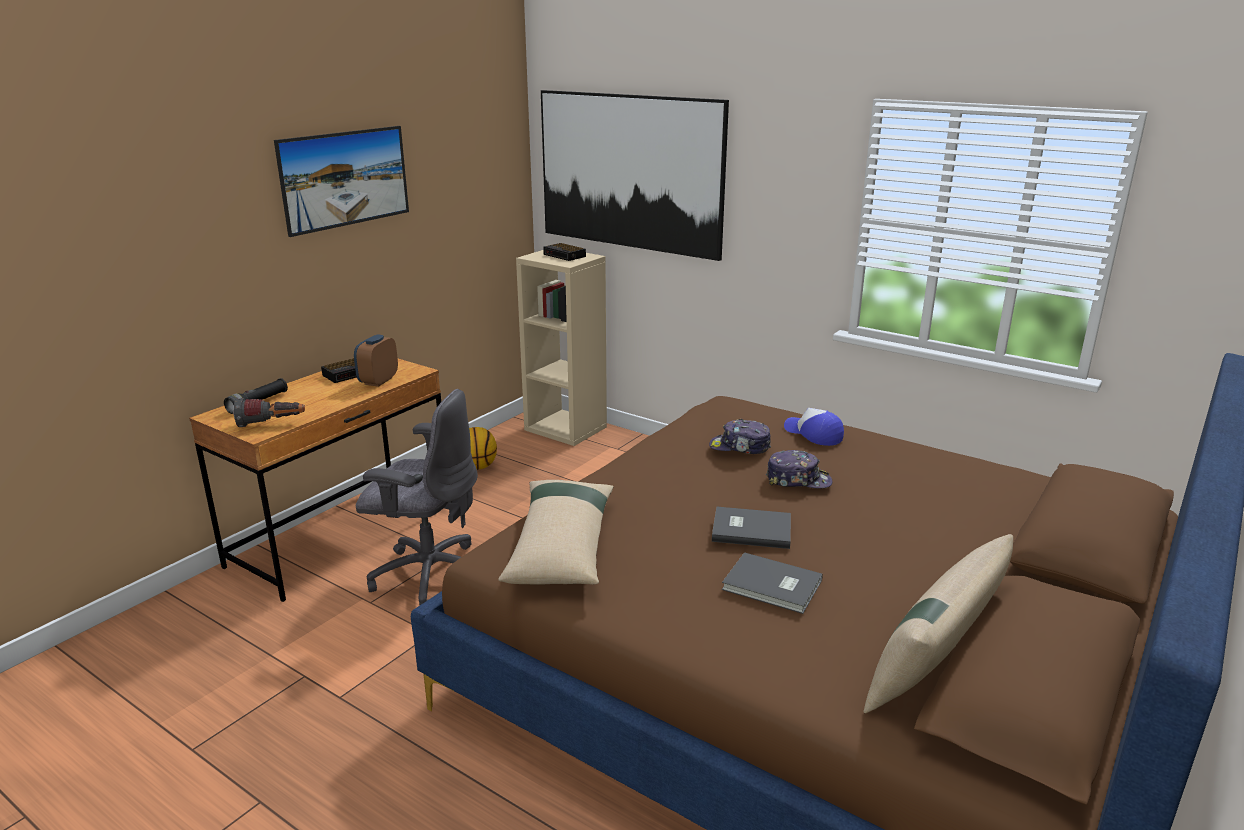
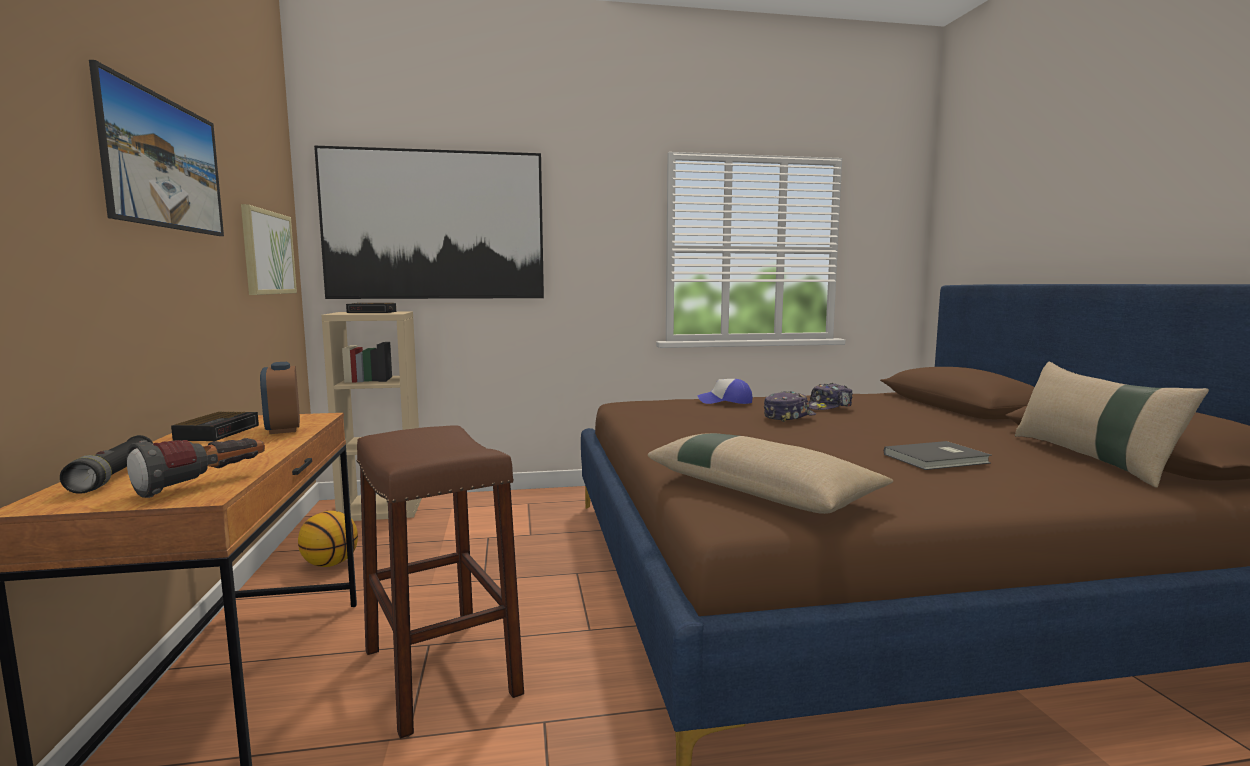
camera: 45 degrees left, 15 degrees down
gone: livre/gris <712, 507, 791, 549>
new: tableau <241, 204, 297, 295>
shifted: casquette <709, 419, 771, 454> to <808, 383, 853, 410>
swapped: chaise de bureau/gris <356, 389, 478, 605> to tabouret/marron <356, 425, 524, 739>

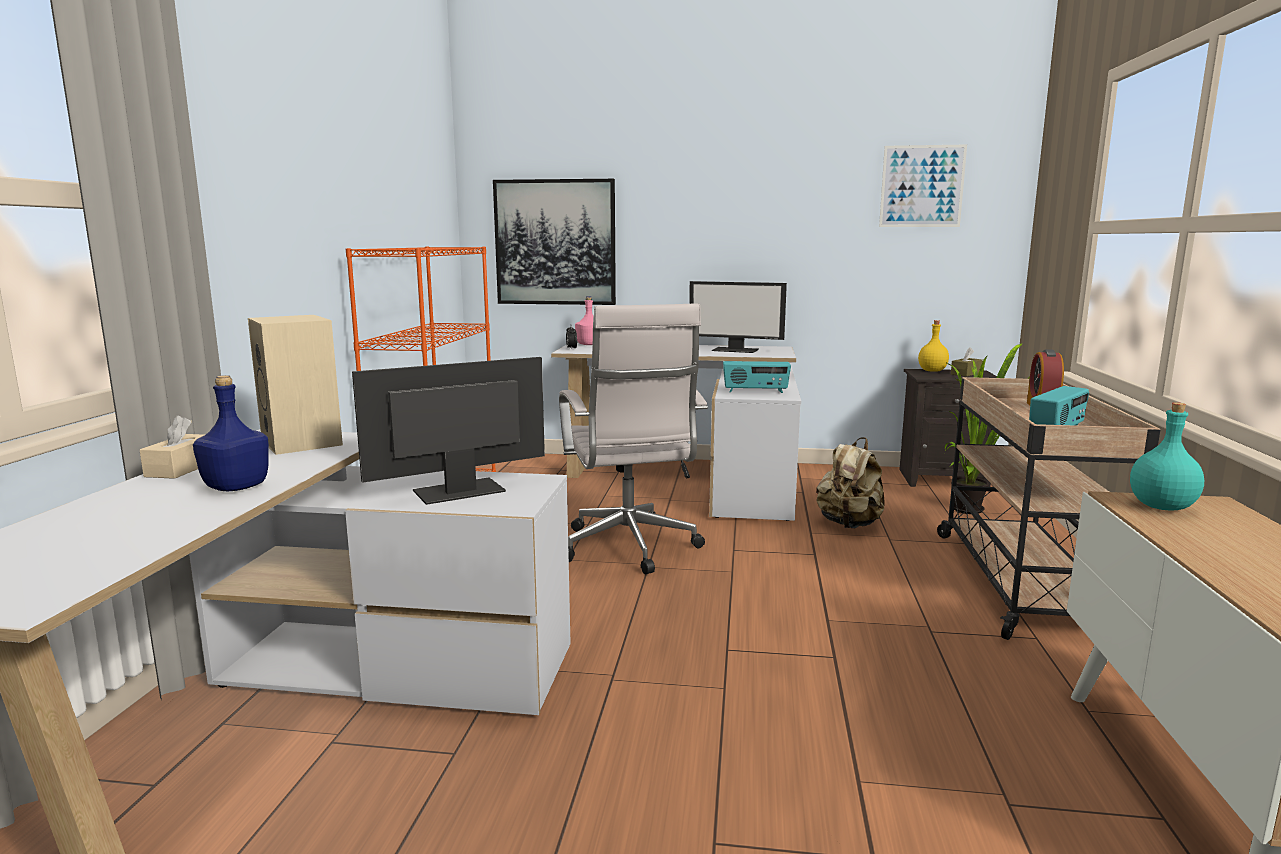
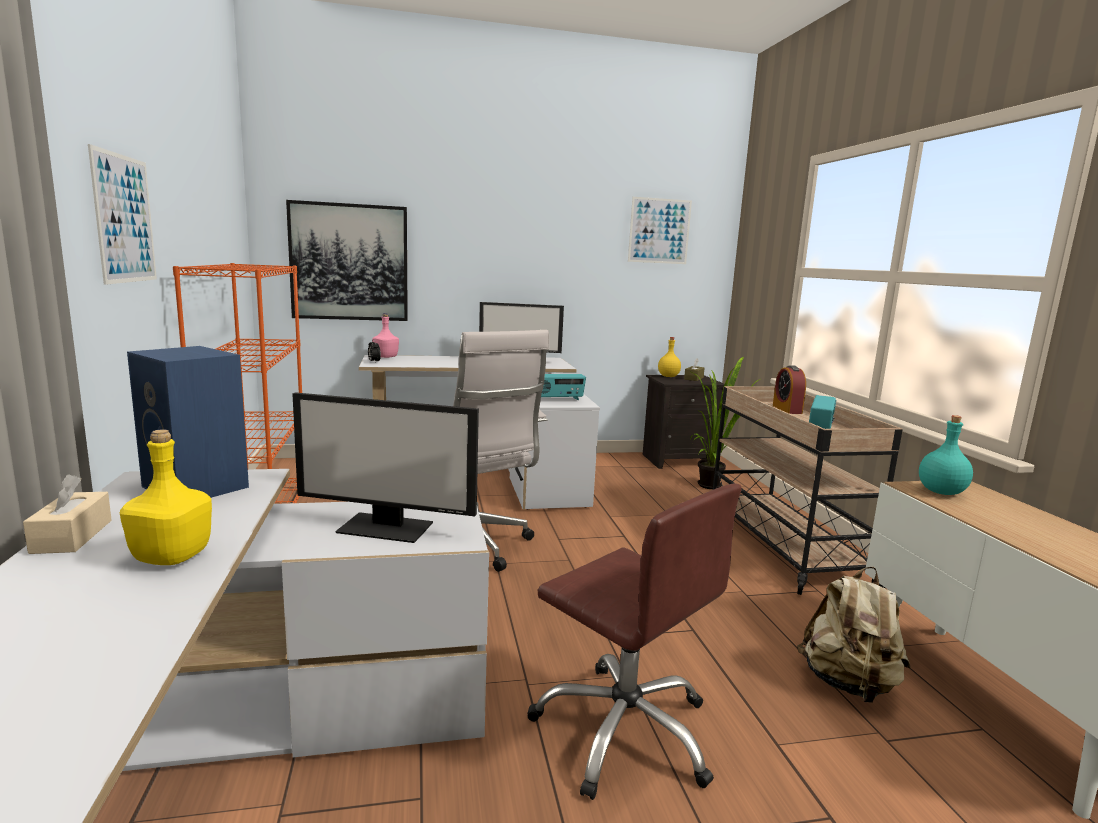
camera: 20 degrees left, 0 degrees up
new: tableau <88, 144, 157, 285>; chaise de bureau/marron <527, 483, 742, 800>
shifted: sac à dos/beige <816, 437, 885, 528> to <797, 567, 911, 703>
repainted: bouteille/bleu <193, 375, 269, 491> to bouteille/jaune <120, 429, 212, 565>; enceinte/beige <248, 315, 343, 455> to enceinte/bleu <127, 346, 249, 498>
rotated: écran d'ordinateur <352, 357, 545, 505> = <292, 392, 479, 543> 120 degrees counterclockwise

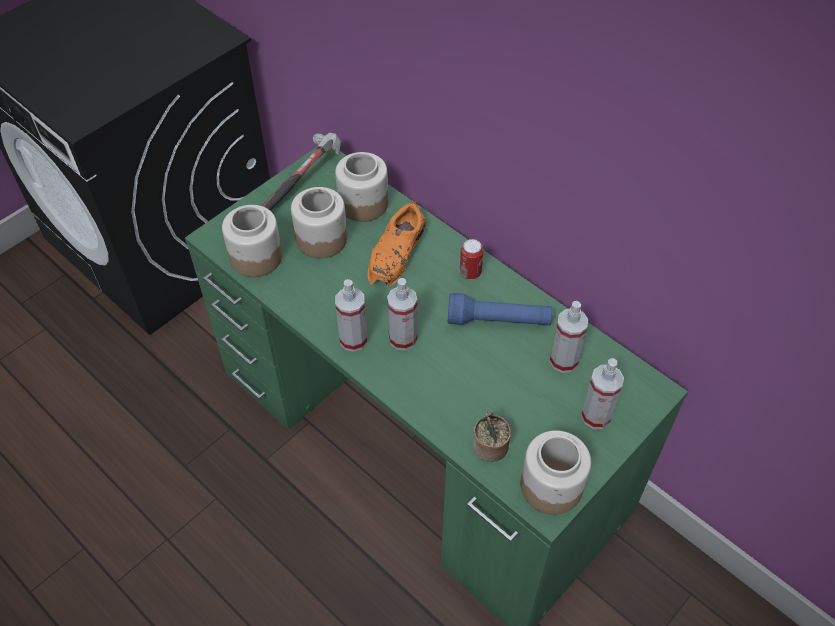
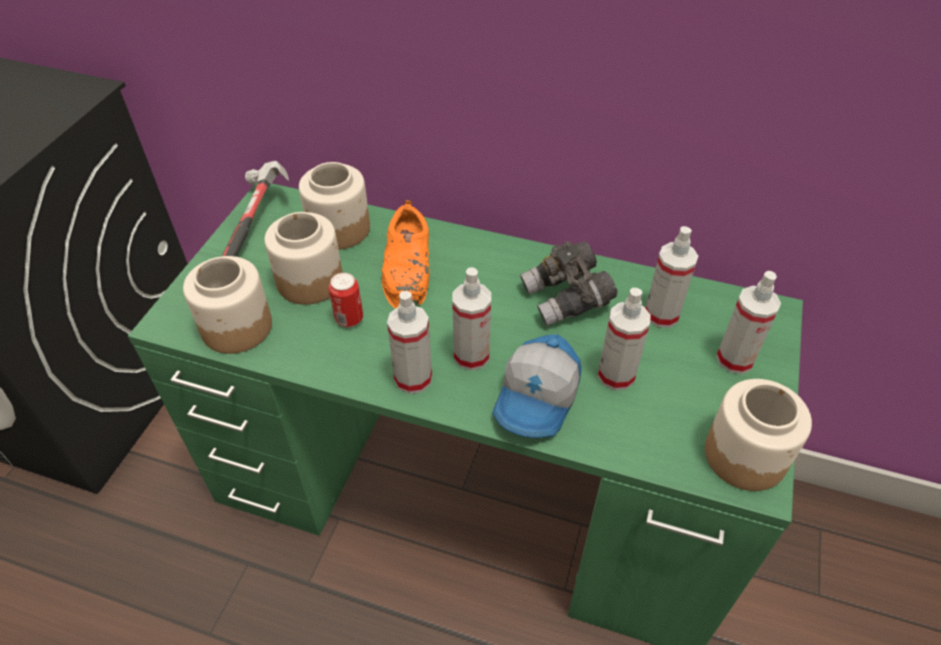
camera: 25 degrees left, 5 degrees down
gone: plante en pot <473, 411, 511, 462>
new: casquette <492, 334, 581, 438>; vaporisateur <598, 288, 651, 391>
shifted: boîte métallique <460, 239, 483, 280> to <328, 273, 363, 327>
swapped: lampe de poche/bleu <448, 293, 553, 325> to jumelles/gris <520, 241, 618, 326>

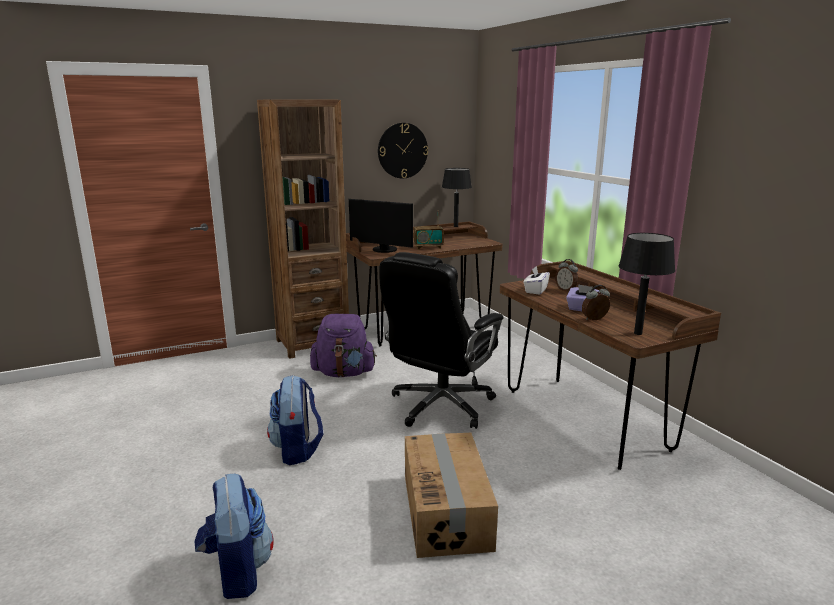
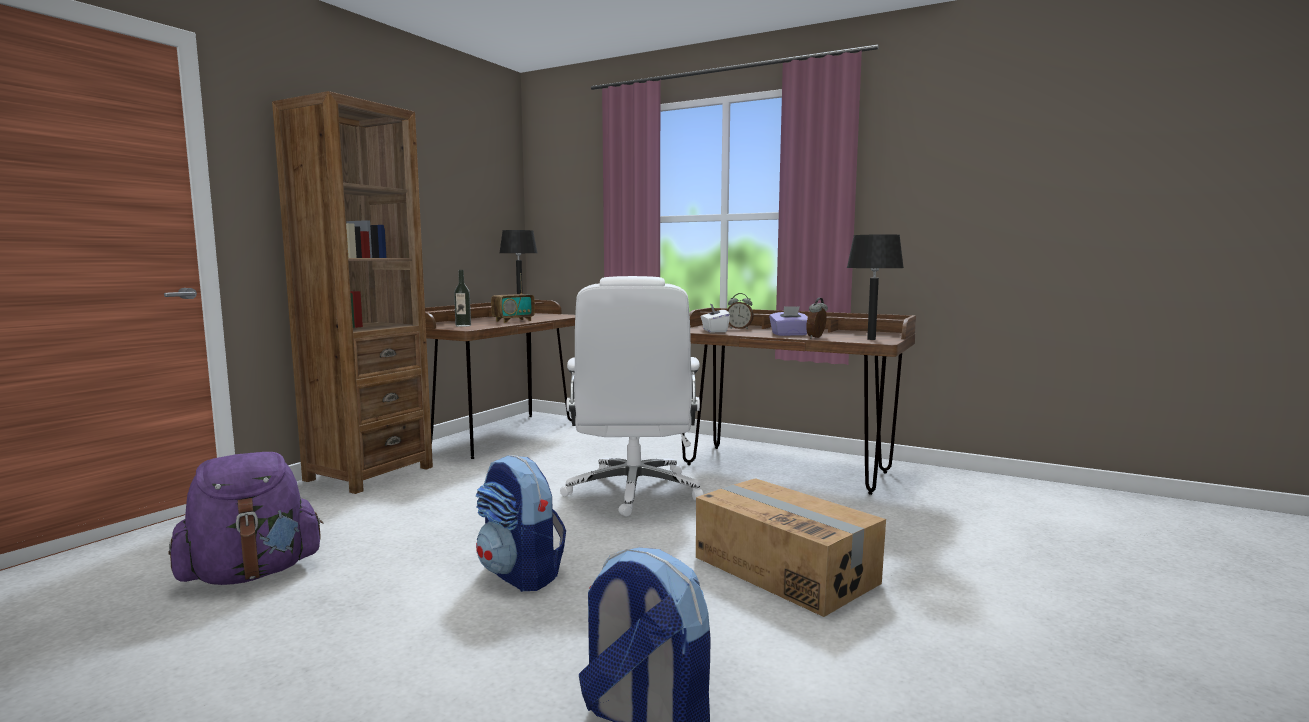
camera: 35 degrees left, 10 degrees down
gone: horloge murale <378, 123, 428, 179>
shifted: sac à dos/violet <310, 314, 377, 377> to <168, 452, 324, 585>
swapped: écran d'ordinateur <349, 199, 413, 253> to bouteille <454, 270, 471, 327>
repainted: chaise de bureau/noir <379, 252, 504, 429> to chaise de bureau/blanc <560, 276, 703, 517>

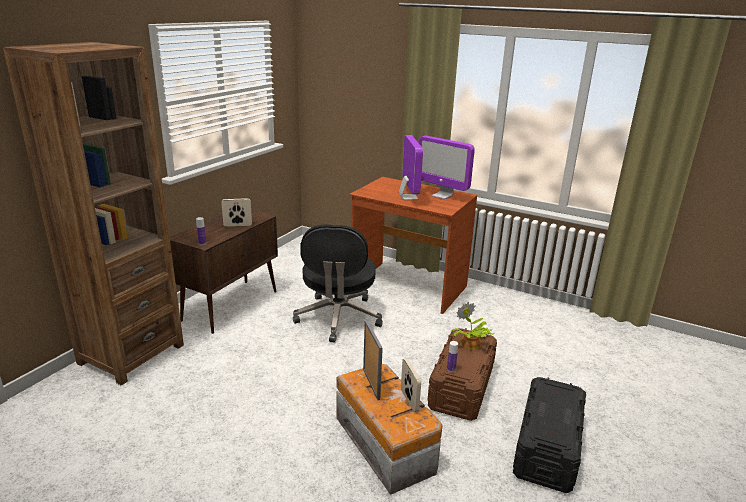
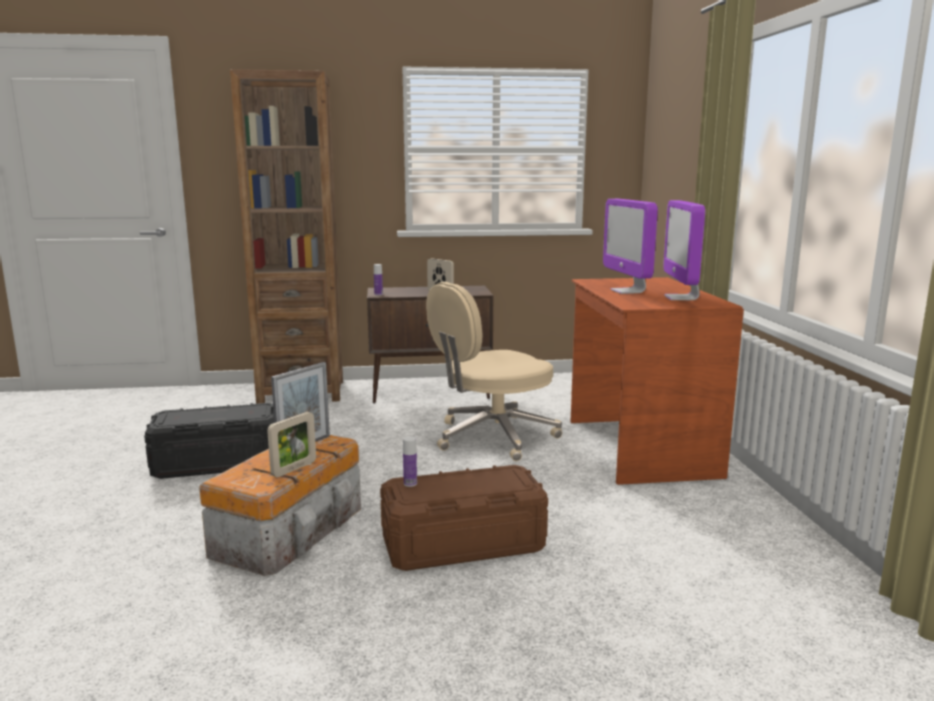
camera: 55 degrees right, 10 degrees down
gone: plante en pot <452, 302, 495, 349>
shifted: boîte de rangement/noir <513, 377, 586, 493> to <144, 403, 274, 479>
repainted: chaise de bureau/noir <293, 224, 383, 343> to chaise de bureau/beige <426, 282, 562, 461>
rotated: écran d'ordinateur <399, 135, 423, 200> = <603, 199, 658, 294> 120 degrees clockwise

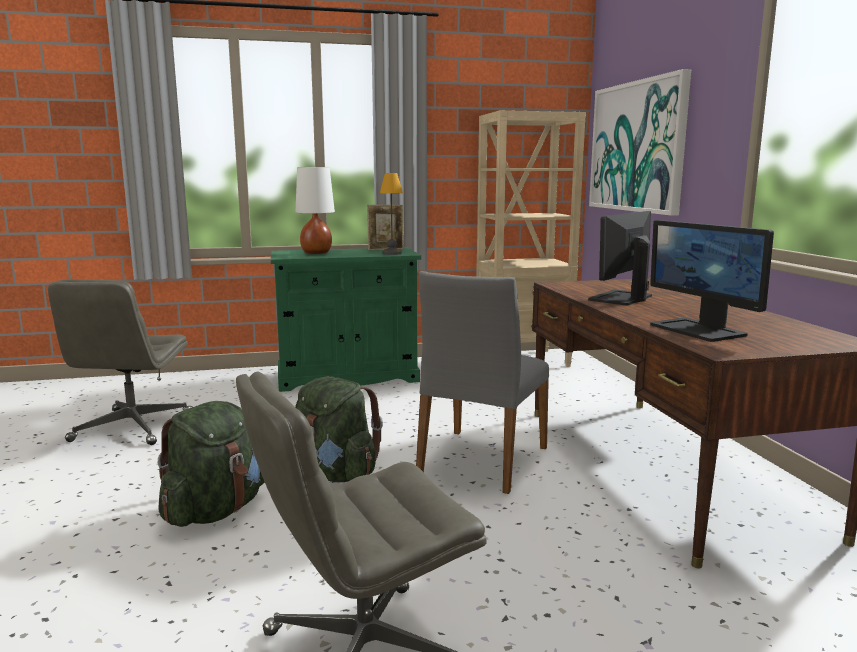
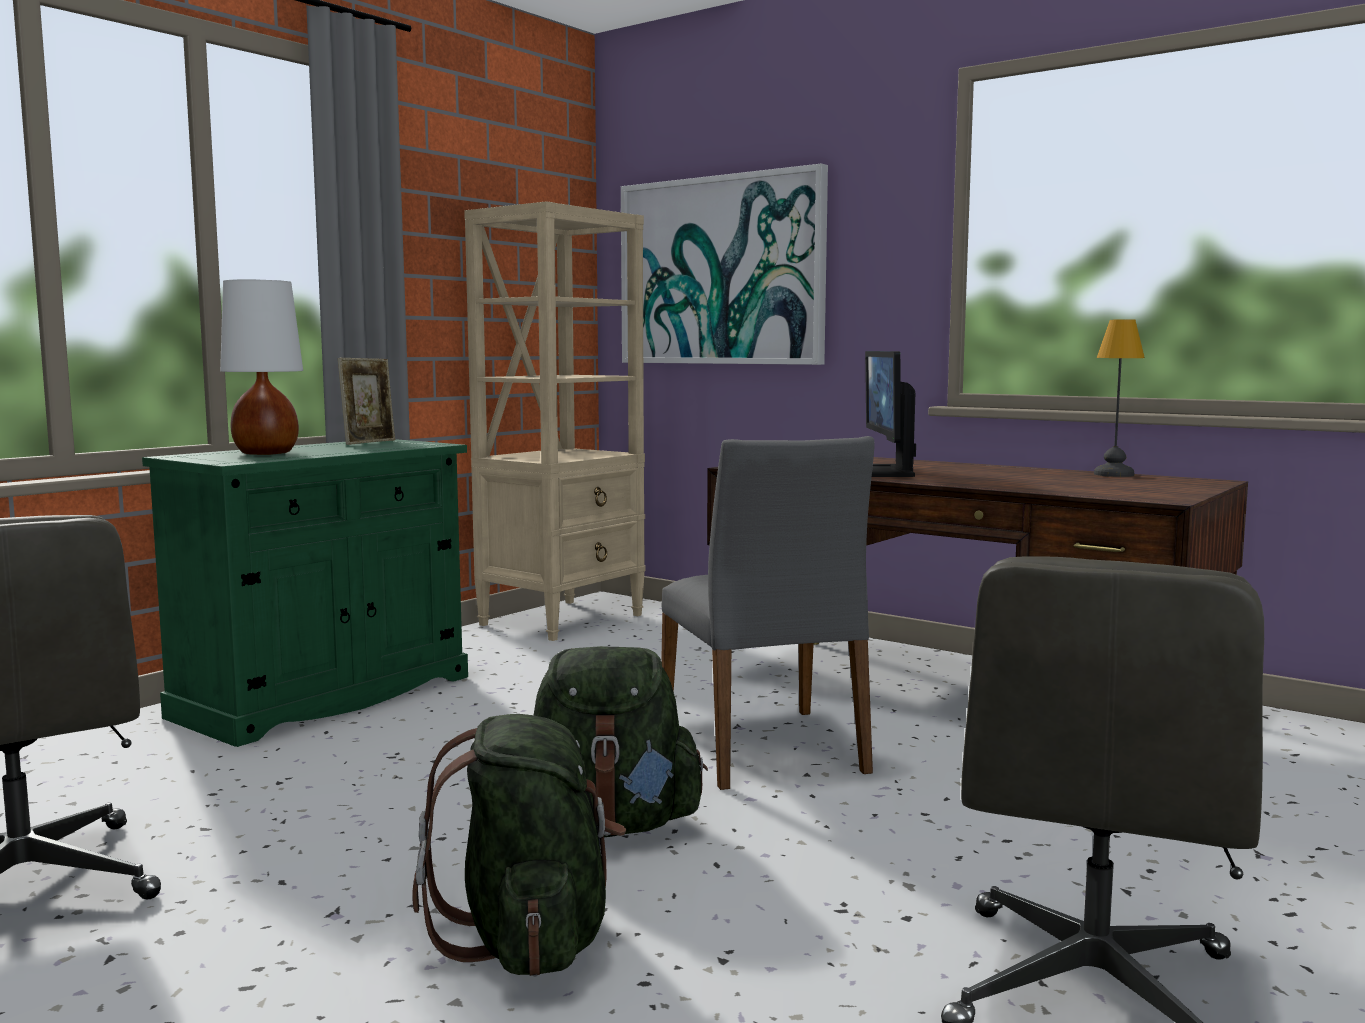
camera: 40 degrees left, 5 degrees down
gone: écran d'ordinateur <650, 220, 774, 342>
shifted: lampe de table <380, 173, 403, 255> to <1094, 319, 1145, 477>

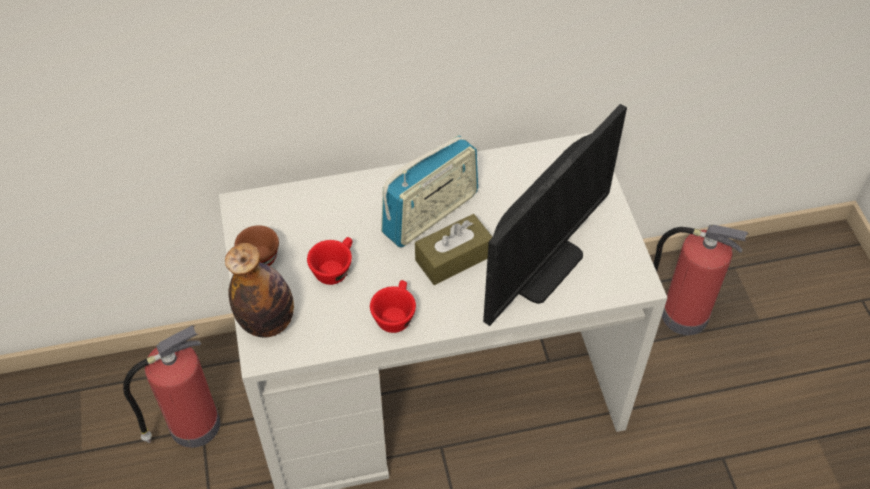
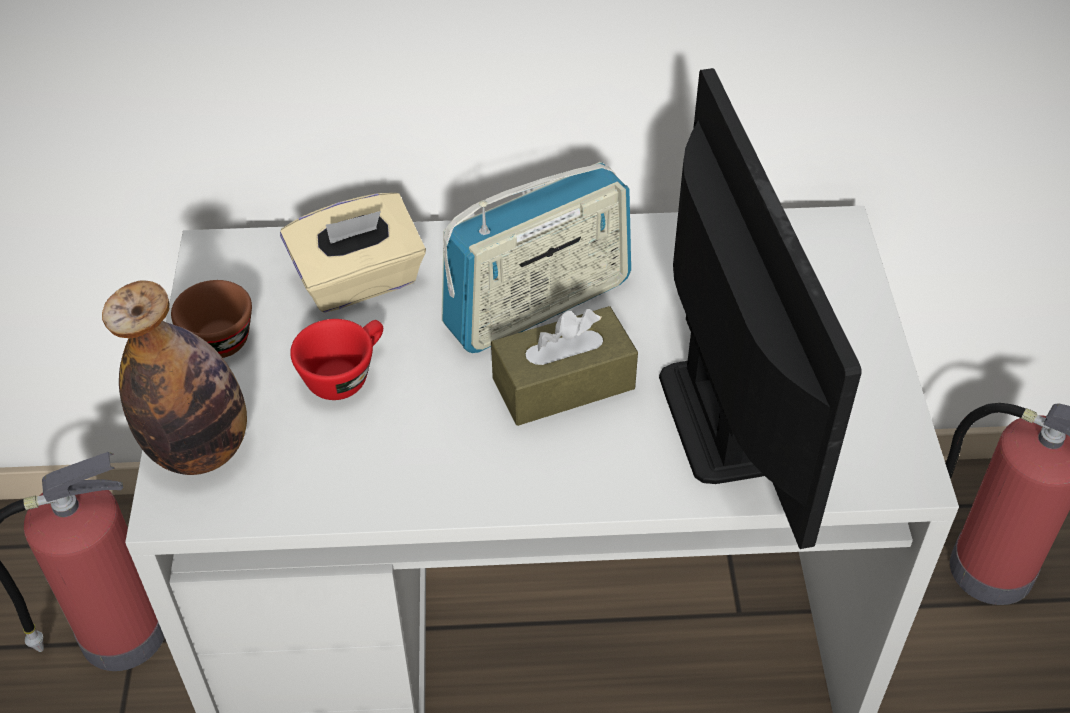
camera: 10 degrees right, 5 degrees down
gone: tasse/rouge <370, 280, 416, 333>
new: boîte à mouchoirs/beige <280, 193, 426, 313>
rotated: écran d'ordinateur <483, 104, 627, 326> = <659, 68, 861, 549> 60 degrees counterclockwise

